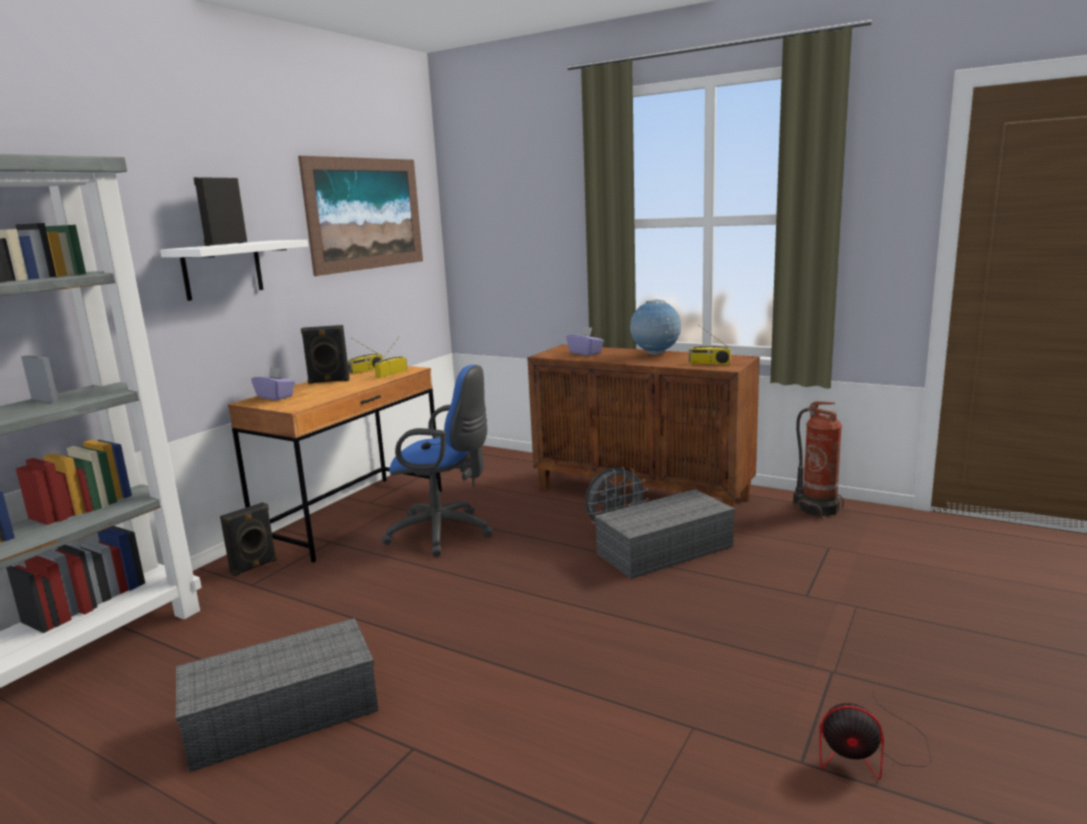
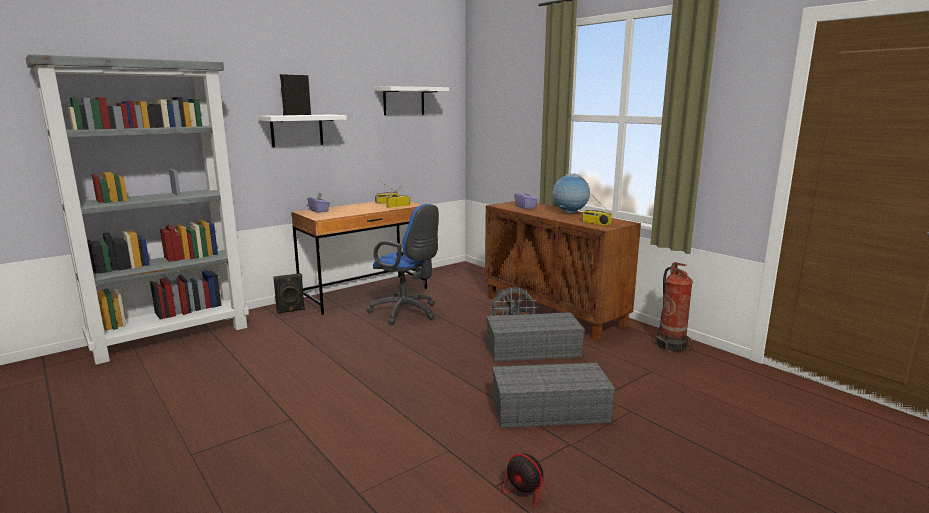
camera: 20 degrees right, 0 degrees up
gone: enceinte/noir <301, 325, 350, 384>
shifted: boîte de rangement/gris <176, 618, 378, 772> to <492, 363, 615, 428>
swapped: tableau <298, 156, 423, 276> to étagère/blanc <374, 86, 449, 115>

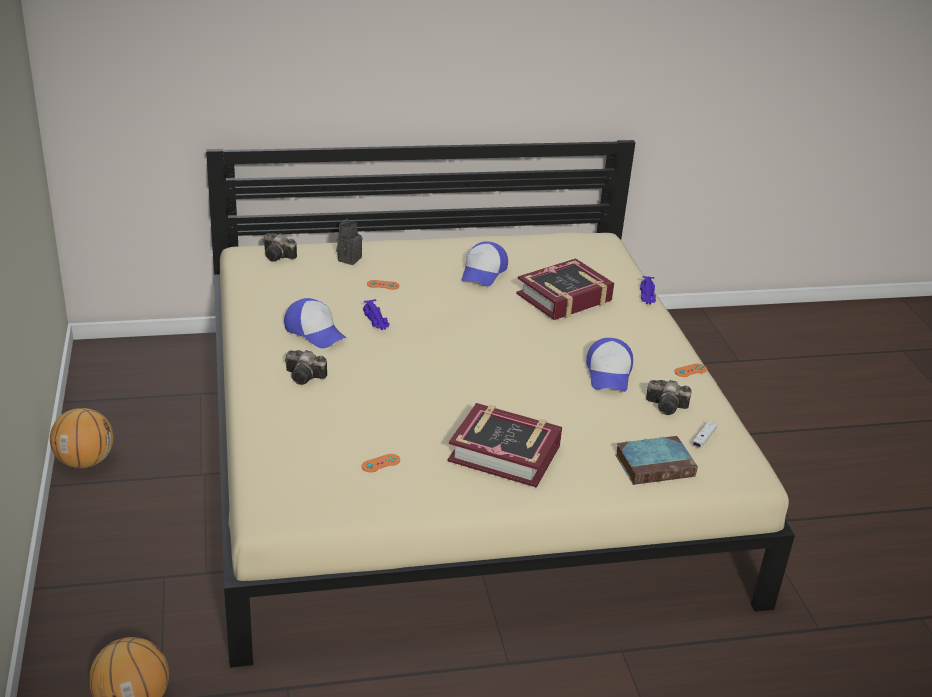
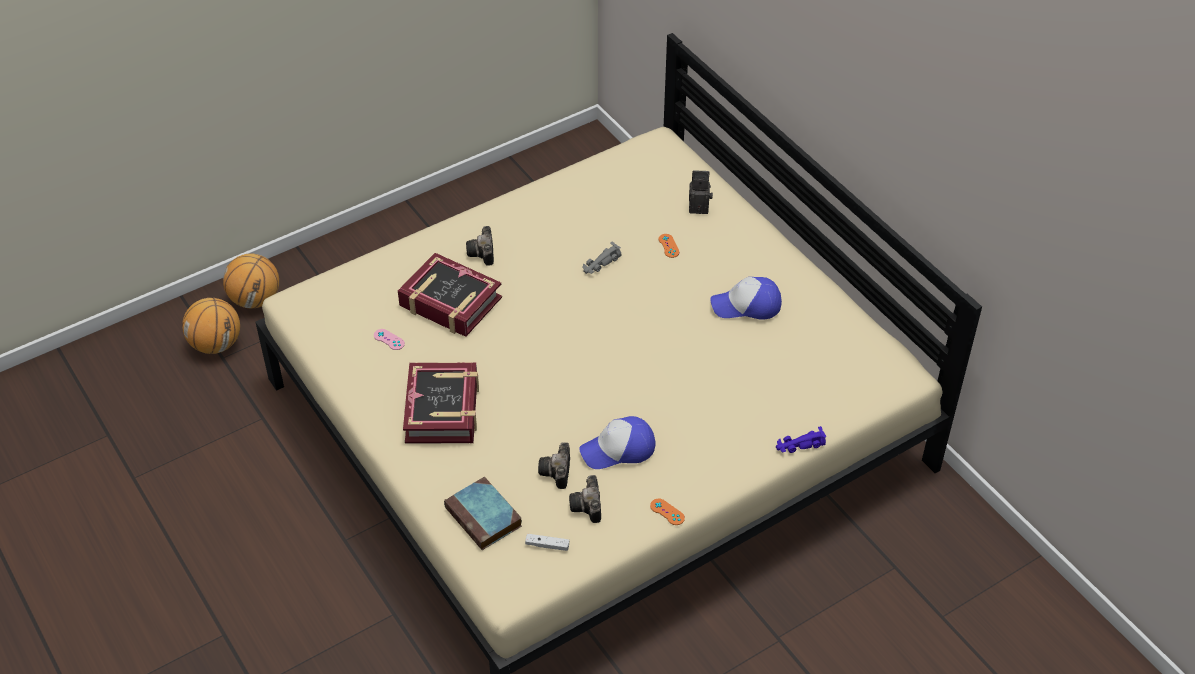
camera: 70 degrees right, 15 degrees up
gone: casquette <284, 298, 346, 348>
shifted: ballon de basket <50, 408, 114, 468> to <223, 253, 279, 308>; livre <516, 258, 614, 320> to <398, 253, 502, 337>; appareil photo <263, 233, 297, 261> to <538, 442, 570, 489>
repainted: manette/orange <361, 454, 400, 472> to manette/rose <374, 329, 405, 350>; petite voiture/violet <363, 299, 390, 330> to petite voiture/gris <582, 242, 621, 274>

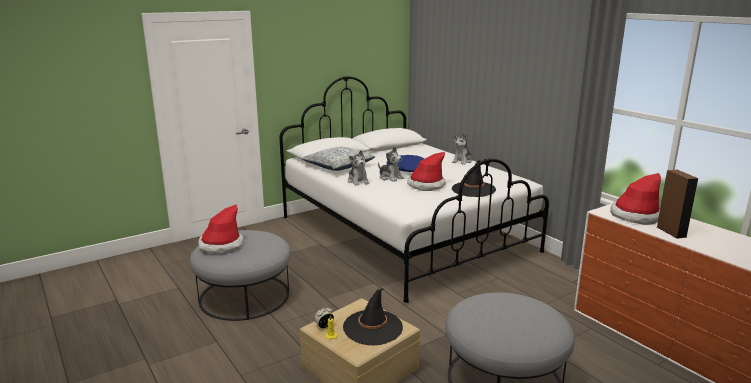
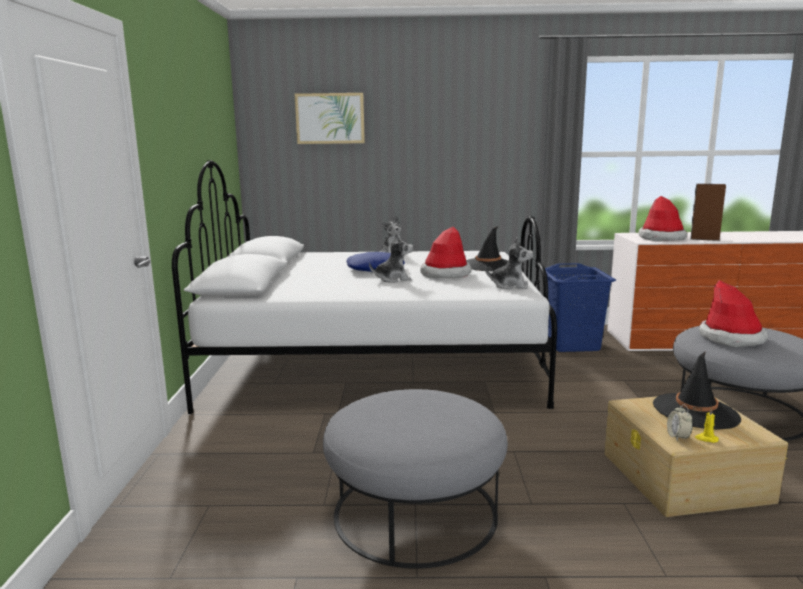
camera: 55 degrees left, 5 degrees down
gone: coussin <301, 147, 375, 171>
new: tableau <295, 93, 365, 144>; panier à linge/bleu <540, 263, 616, 352>
shifted: peluche <348, 150, 369, 186> to <485, 238, 533, 290>; chapeau <198, 204, 244, 254> to <699, 280, 768, 347>

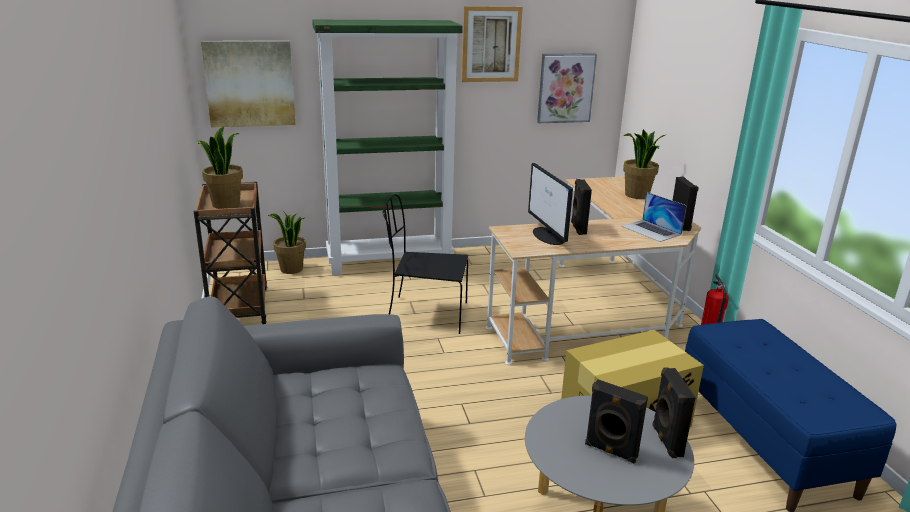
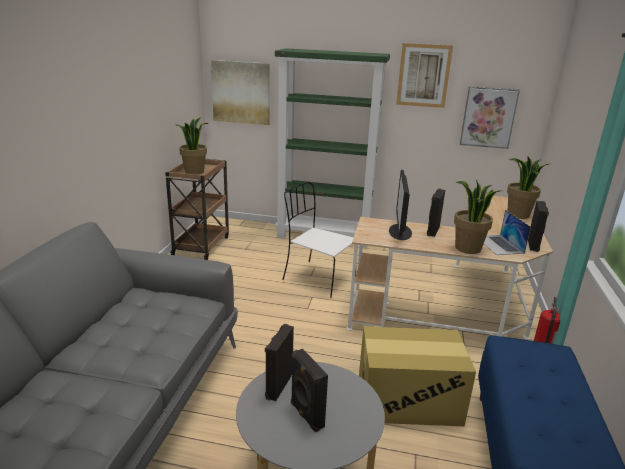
camera: 25 degrees right, 0 degrees up
shifted: enceinte/noir <652, 367, 696, 458> to <265, 323, 294, 401>; plante en pot <268, 211, 306, 274> to <454, 180, 501, 254>
repainted: chaise/noir <383, 194, 468, 334> to chaise/blanc <282, 182, 356, 298>

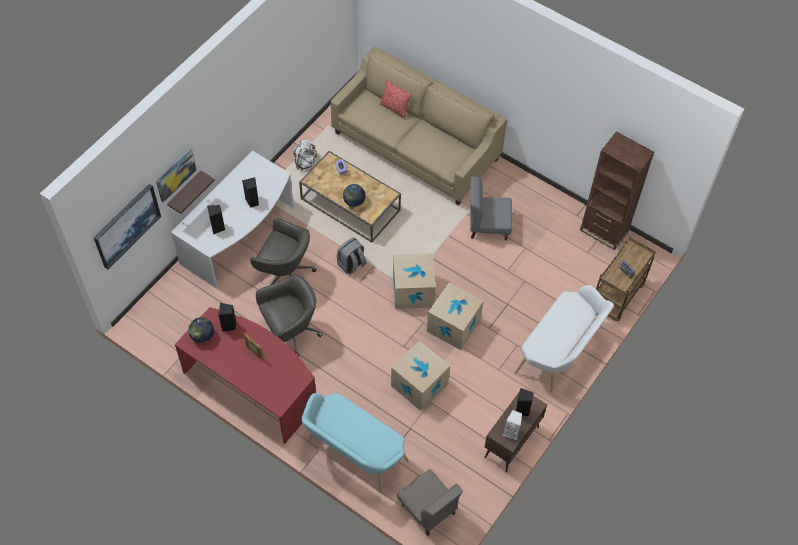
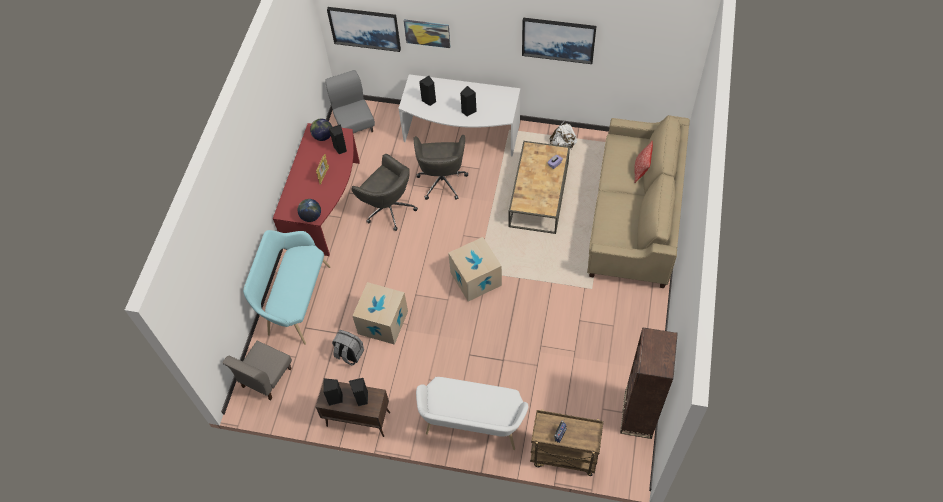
camera: 70 degrees right, 0 degrees up
gone: étagère <167, 171, 215, 214>; carton <427, 283, 483, 350>
new: tableau <522, 18, 596, 64>
shifted: globe <343, 184, 365, 207> to <298, 199, 321, 222>; chaise/gris <470, 177, 512, 240> to <325, 70, 375, 133>; sac à dos/gris <337, 237, 367, 275> to <332, 330, 364, 366>
repainted: enceinte/blanc <503, 410, 522, 440> to enceinte/noir <323, 378, 343, 406>

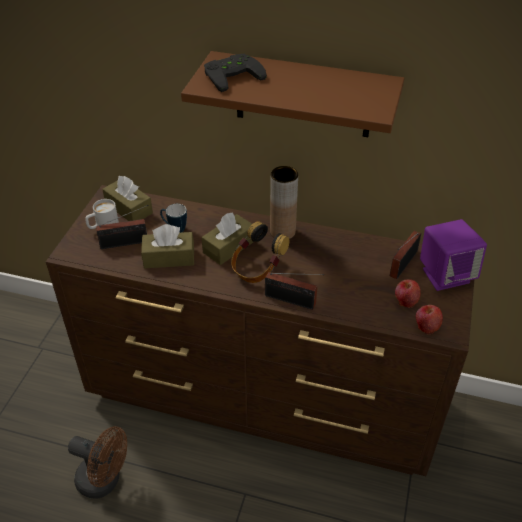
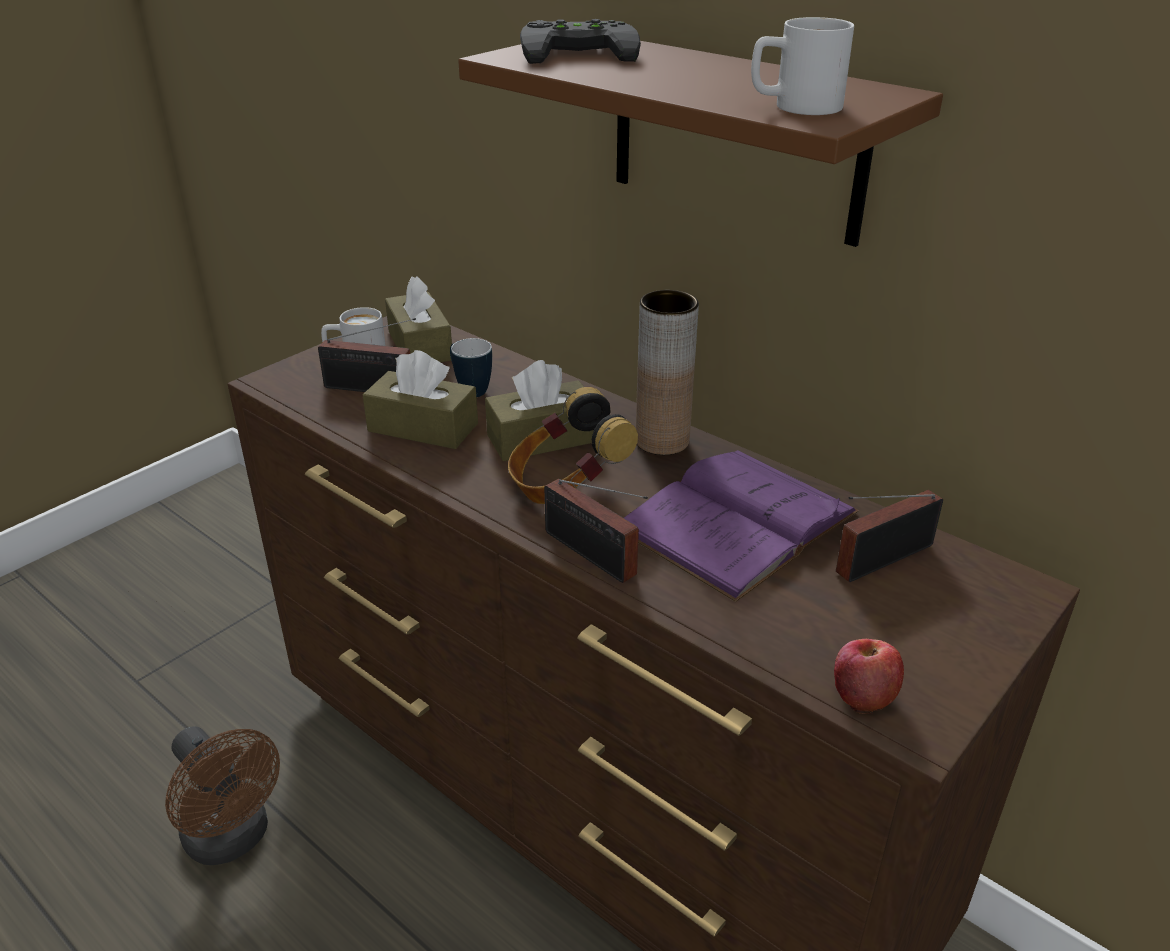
camera: 25 degrees right, 10 degrees down
gone: pomme <395, 279, 421, 308>; enceinte/violet <420, 219, 487, 291>
new: livre/violet <624, 450, 859, 602>; mug/blanc <751, 17, 854, 115>

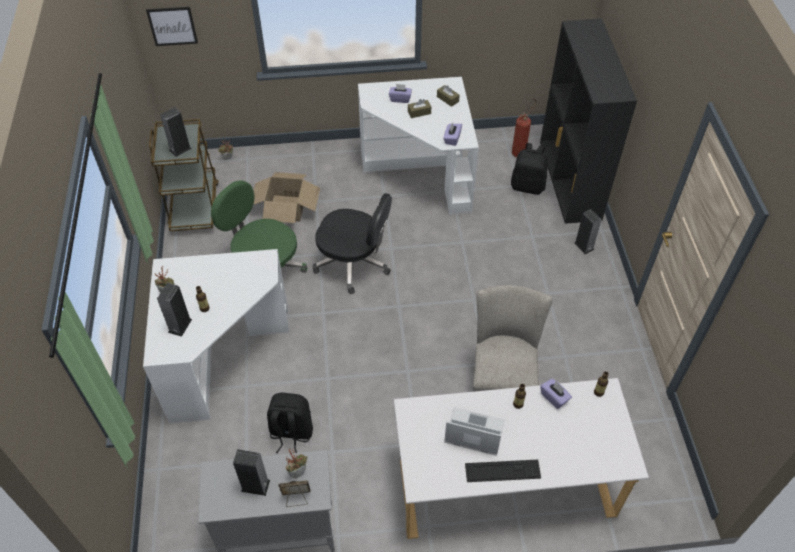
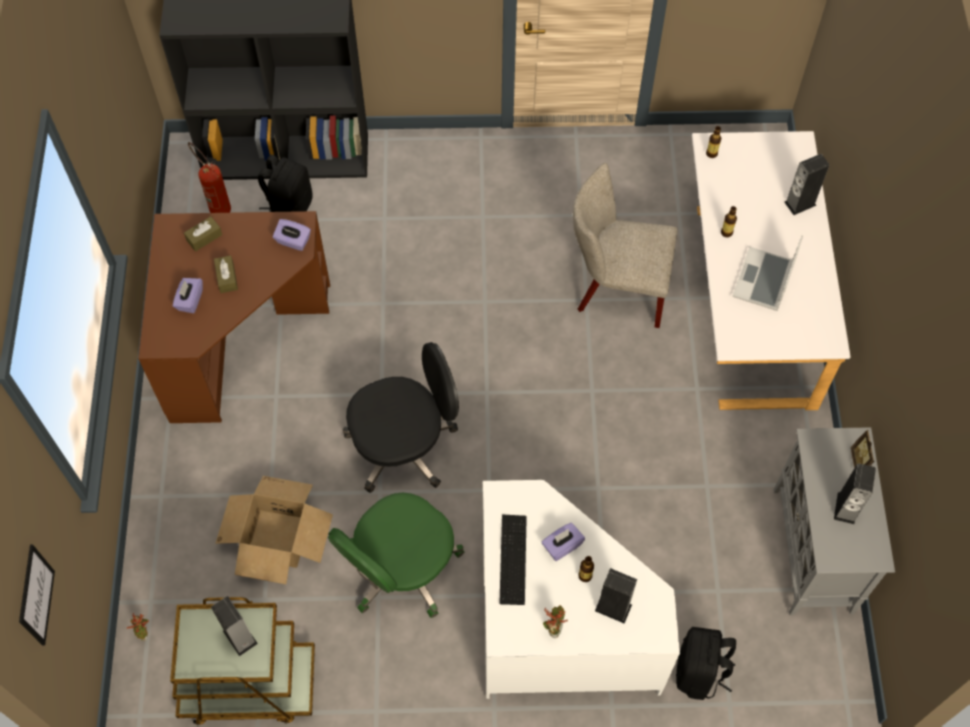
camera: 85 degrees left, 10 degrees up
gone: plante en pot <286, 448, 307, 478>
shifted: clavier <465, 460, 541, 482> to <499, 515, 527, 605>; boîte à mouchoirs/violet <540, 379, 572, 409> to <542, 523, 585, 561>; sac à dos/noir <267, 393, 313, 453> to <676, 627, 736, 700>; enceinte <574, 209, 602, 254> to <784, 154, 829, 215>
repainted: bureau/blanc <358, 76, 479, 215> to bureau/marron <138, 211, 330, 423>
rotated: chaise de bureau/noir <312, 193, 392, 294> = <343, 342, 459, 493> 45 degrees clockwise

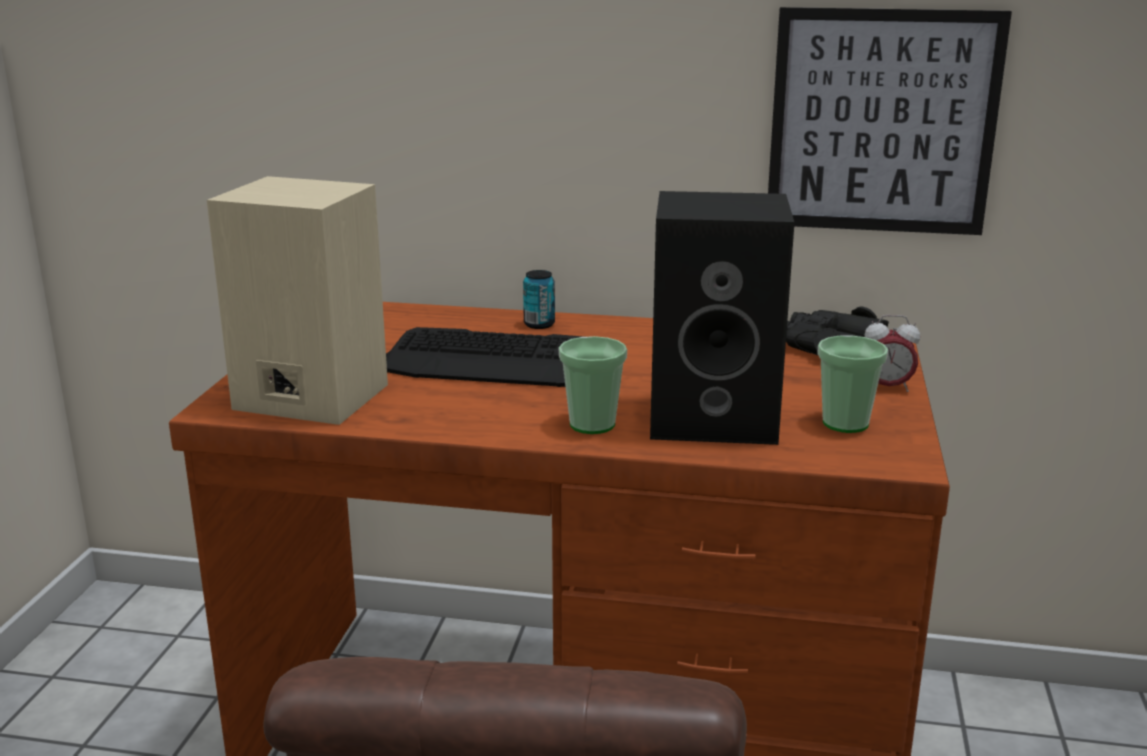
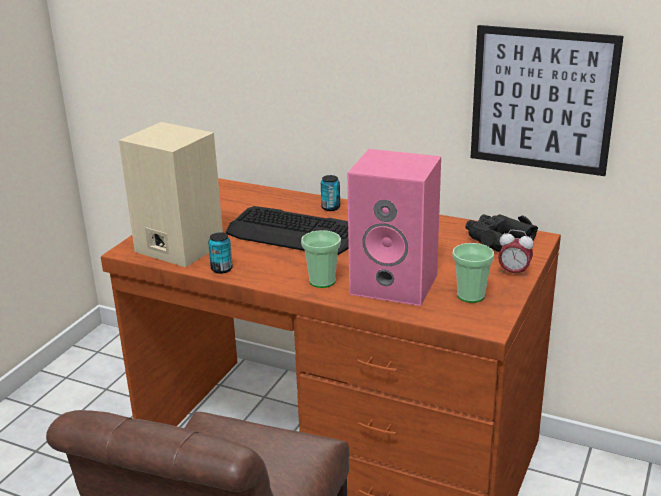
camera: 15 degrees right, 5 degrees up
new: boîte métallique <208, 232, 233, 274>
repainted: enceinte/noir <650, 191, 795, 445> to enceinte/rose <347, 149, 441, 306>

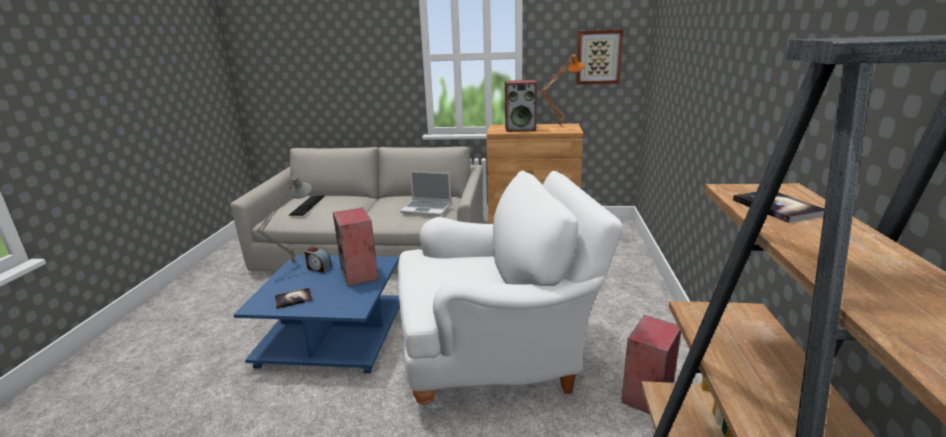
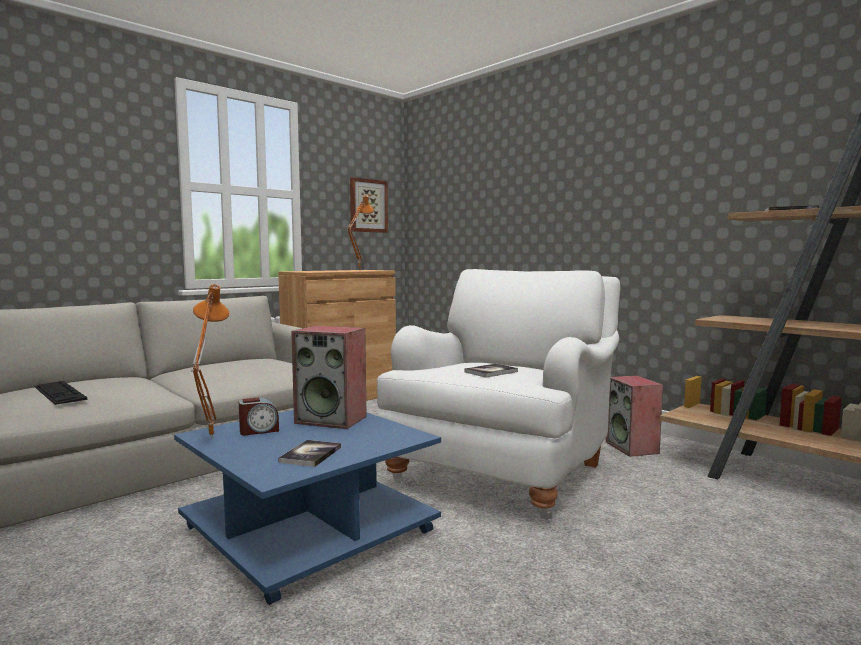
camera: 50 degrees left, 15 degrees down
gone: ordinateur portable <400, 171, 452, 216>; enceinte <505, 80, 537, 132>
new: livre <465, 364, 518, 378>
repainted: lampe de table/gris <257, 176, 312, 266> to lampe de table/orange <191, 284, 229, 439>

